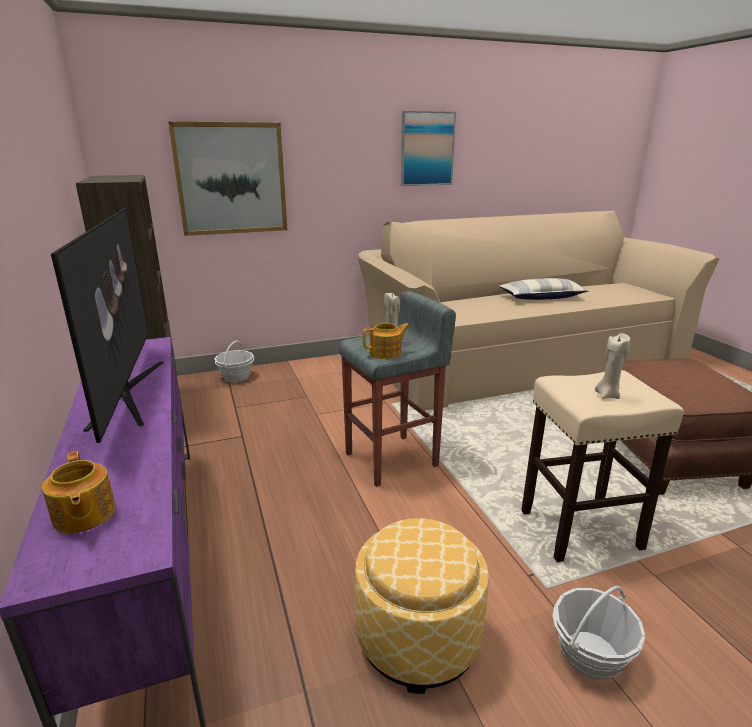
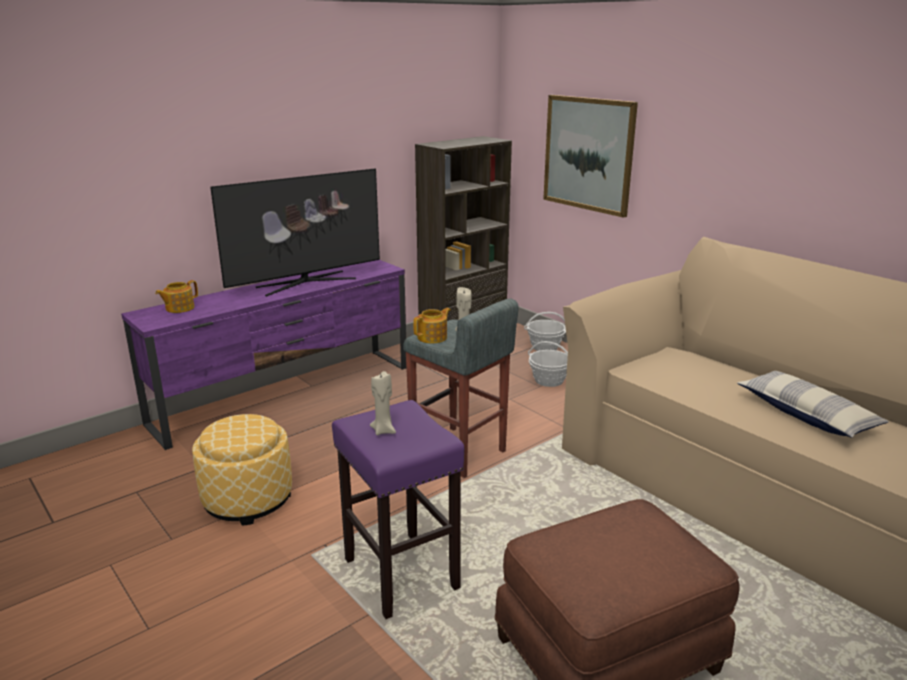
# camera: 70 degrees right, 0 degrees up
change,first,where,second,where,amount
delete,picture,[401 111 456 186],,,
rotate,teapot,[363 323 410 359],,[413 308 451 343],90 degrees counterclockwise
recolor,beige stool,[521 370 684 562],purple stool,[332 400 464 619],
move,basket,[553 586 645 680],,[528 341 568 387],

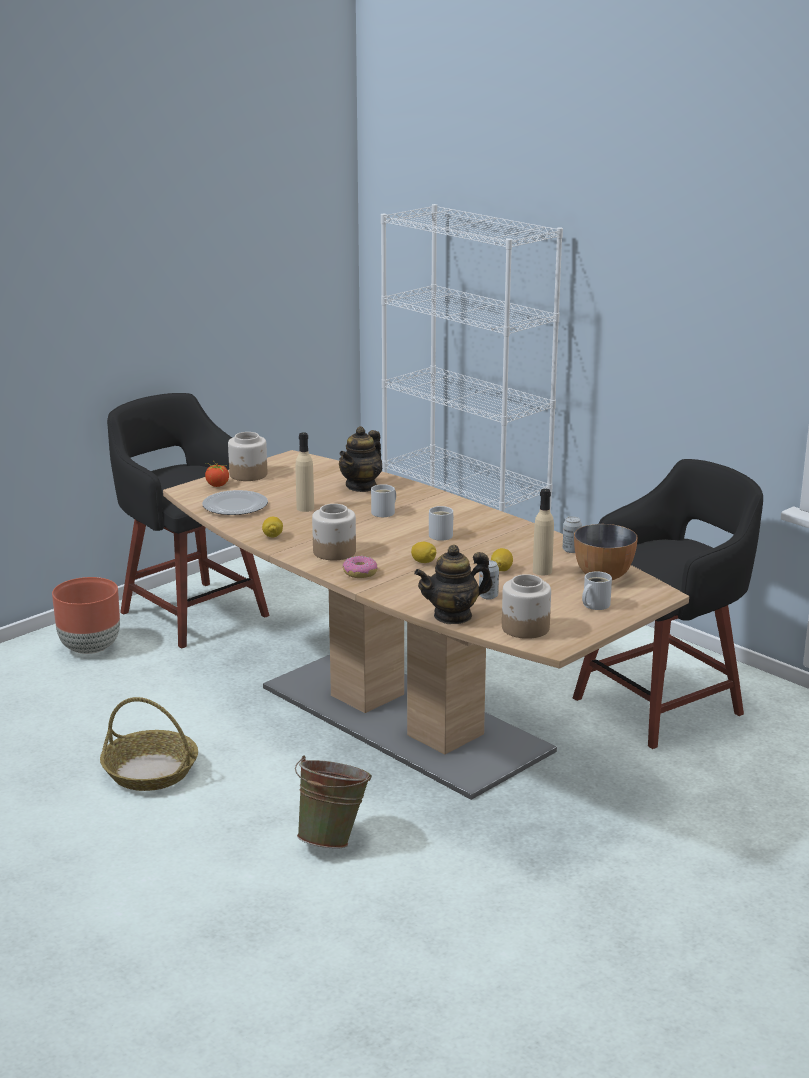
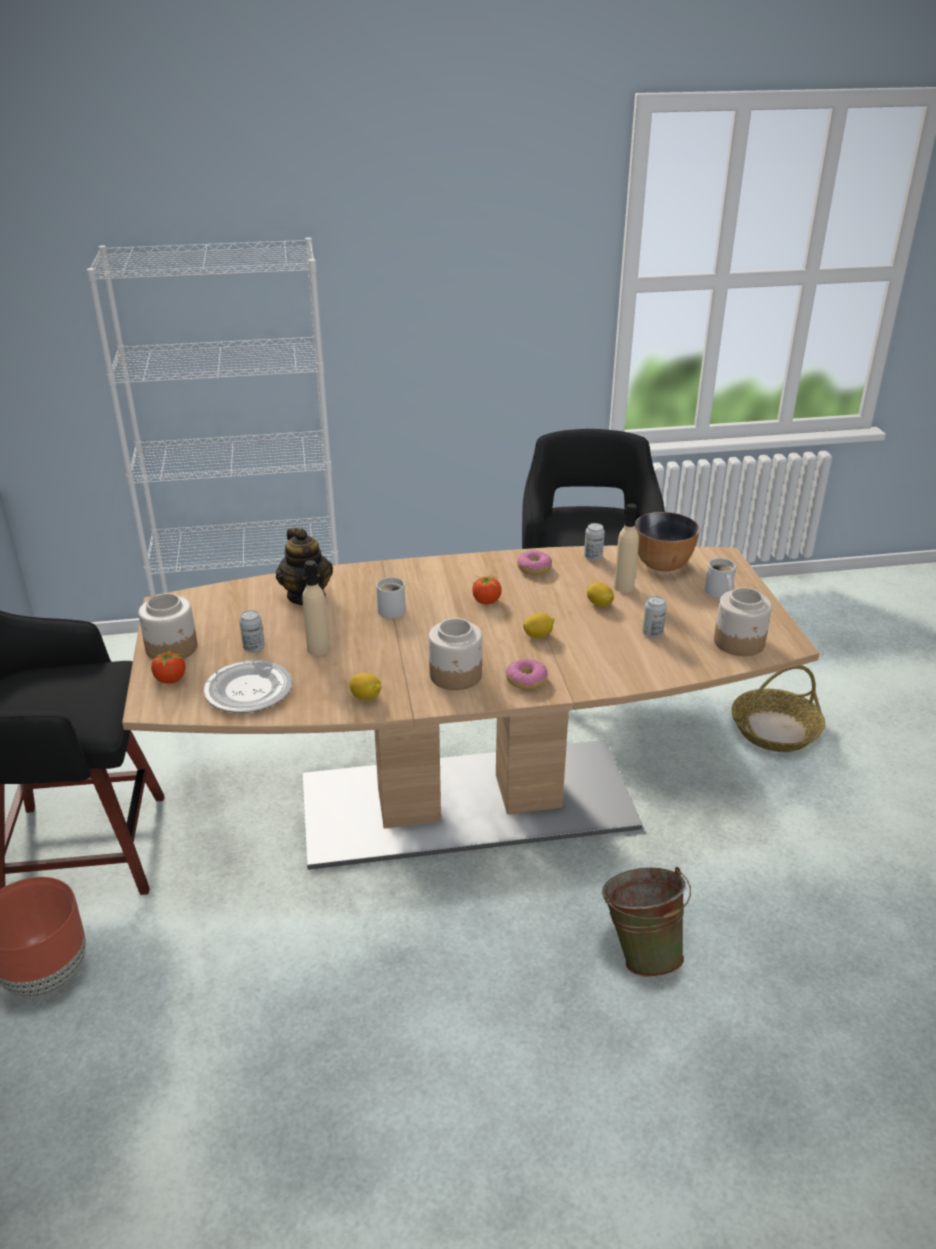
# camera: 55 degrees left, 10 degrees up
change,first,where,second,where,amount
replace,white mug,[429 506 454 541],tomato,[472 574 502 605],
delete,teapot,[414 545 492 624],,,
move,basket,[100 697 198 791],,[731 665 825 752],
insert,,,donut,[517 550 552 575],
insert,,,can,[239 610 265 653],

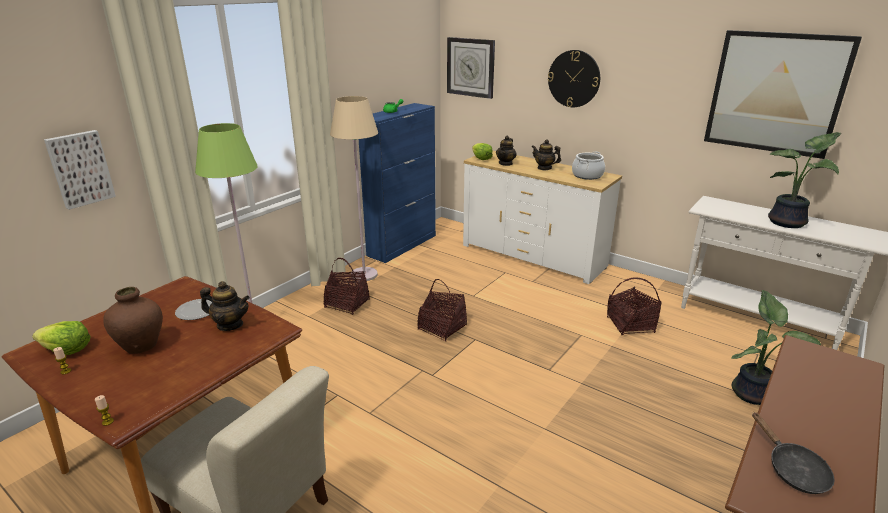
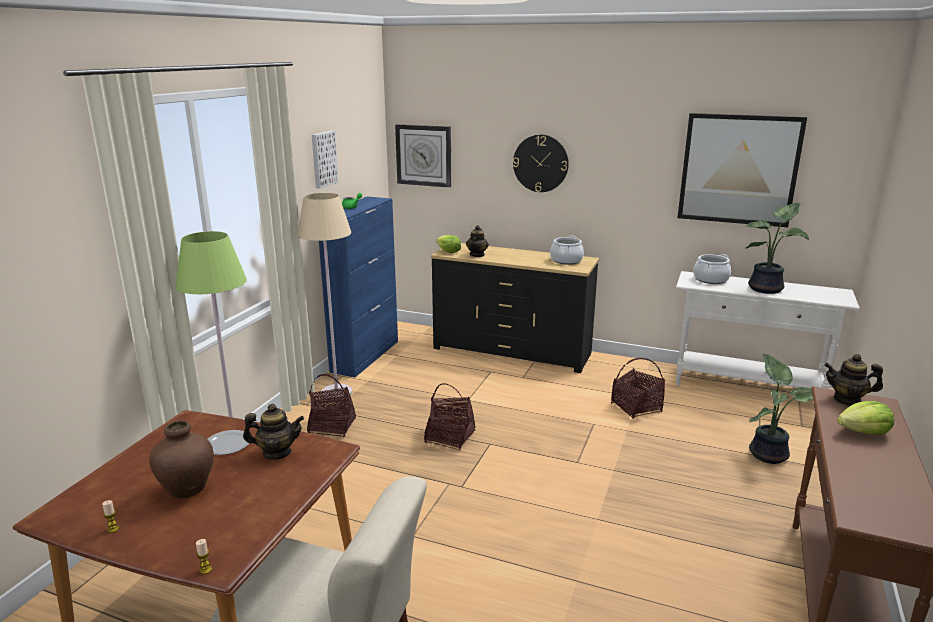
# camera: 15 degrees left, 5 degrees down
change,first,where,second,where,amount
move,picture,[44 130 116 210],,[312 131 339 188],
move,teapot,[531 139 561 170],,[824 354 883 406],
recolor,white dresser,[463 150 622 284],black dresser,[431 243 599 373],
move,lettuce,[32 321 91 355],,[837 401 895 434],
delete,black frying pan,[752 412 835 494],,,
insert,,,cooking pot,[693 254 731 284],

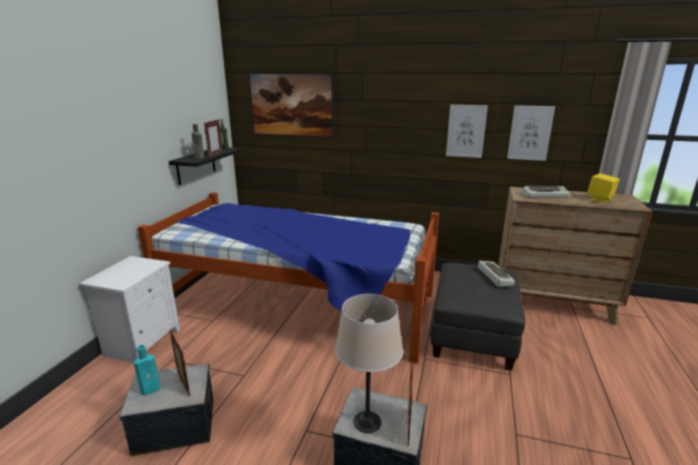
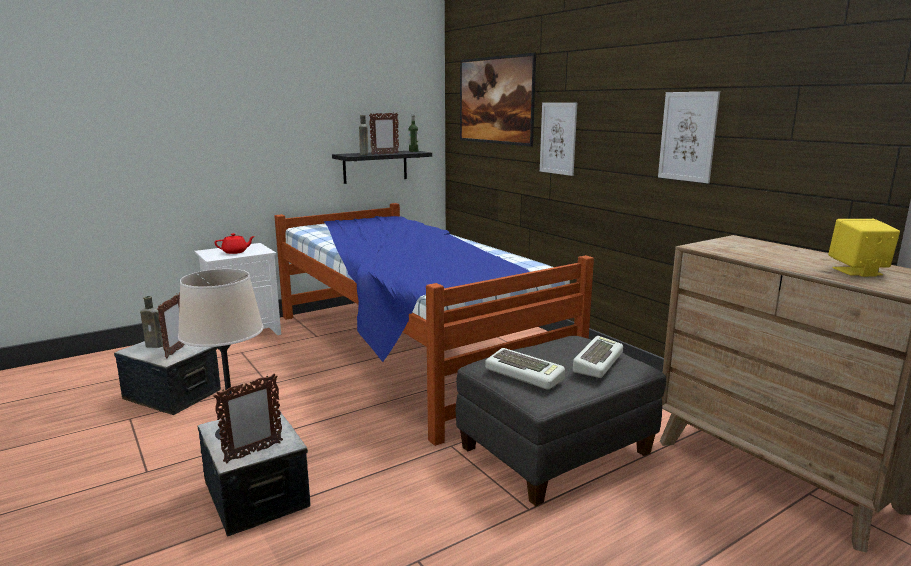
# camera: 40 degrees right, 5 degrees down
change,first,where,second,where,amount
move,picture,[507 105 555 161],,[540 103 577 176],
move,keyboard,[523 186 570 198],,[485 348 565 390],
recolor,turquoise bottle,[134 345 161 395],brown bottle,[140 296 164 348],
insert,,,red teapot,[214 233 255 254],

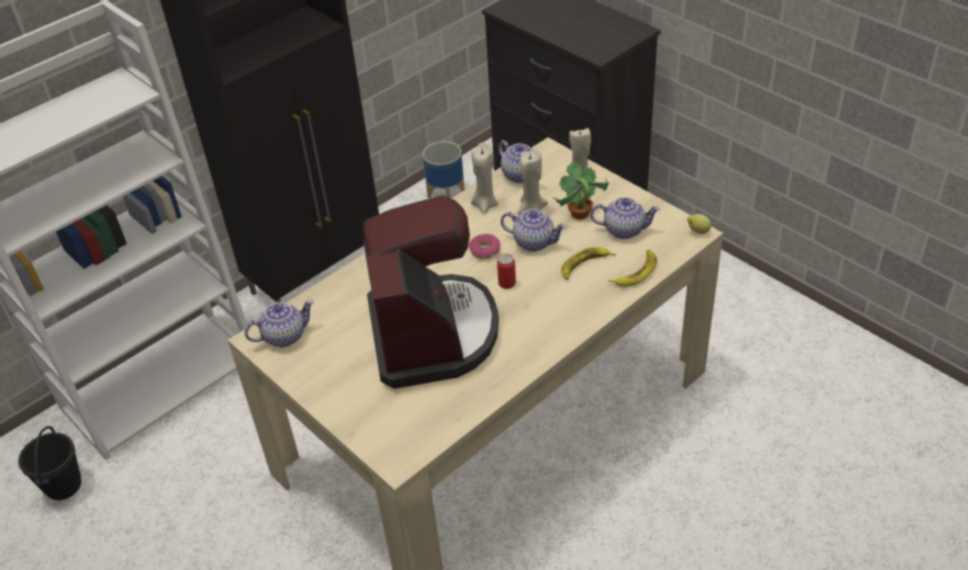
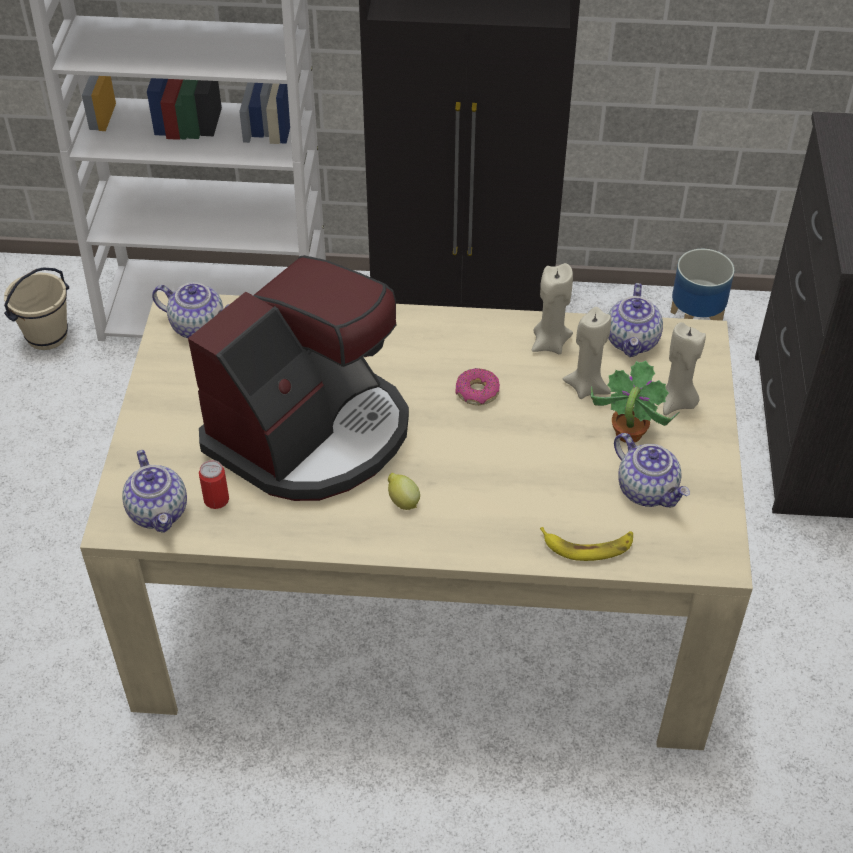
# camera: 45 degrees right, 5 degrees up
change,first,where,second,where,amount
move,teapot,[501 209 567 252],,[122 450 187 533],
move,lemon,[687 214 711 234],,[388 473 420 510],
delete,banana,[561 247 616 280],,,
move,can,[497 254 516 289],,[199 460 229 509],
recolor,black bucket,[18 426 81 500],beige bucket,[4 267 69 350],

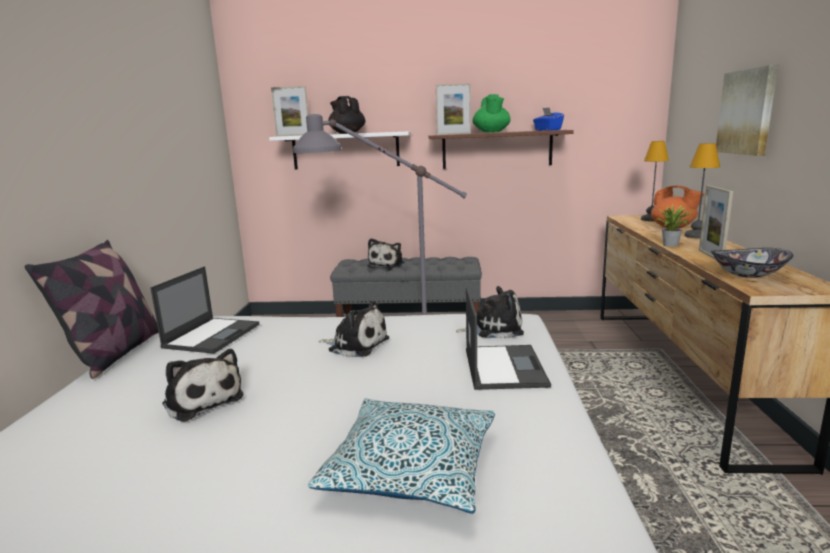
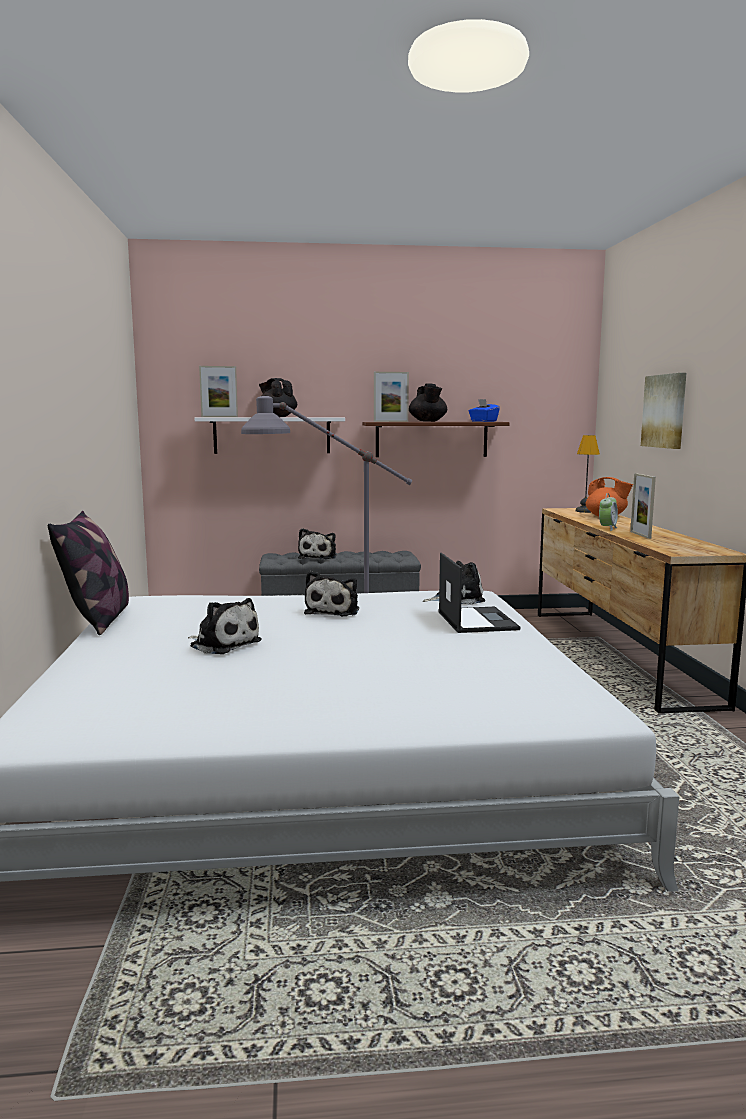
# camera: 10 degrees left, 5 degrees down
change,first,where,second,where,amount
recolor,green teapot,[473 94 511 132],black teapot,[409 384 447 422],
delete,table lamp,[684 143 720 239],,,
replace,potted plant,[657 204 695 247],alarm clock,[599 493 618 531],
delete,bowl,[711 248 793 278],,,
delete,laptop,[150 266 259 354],,,
rotate,plush toy,[318 301 389 357],,[304 571 359 616],90 degrees clockwise
delete,pillow,[308 398 495 514],,,

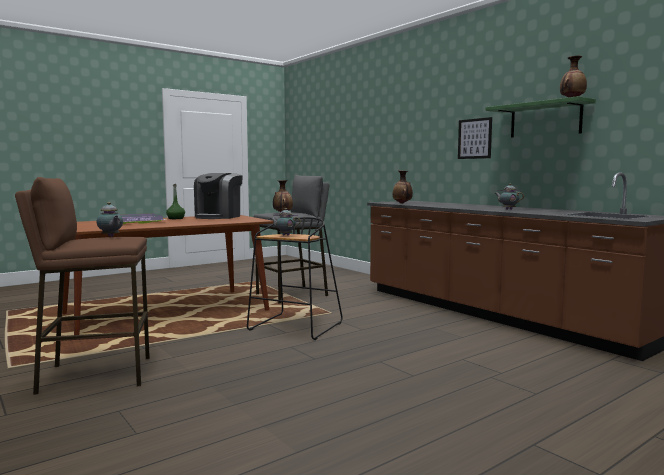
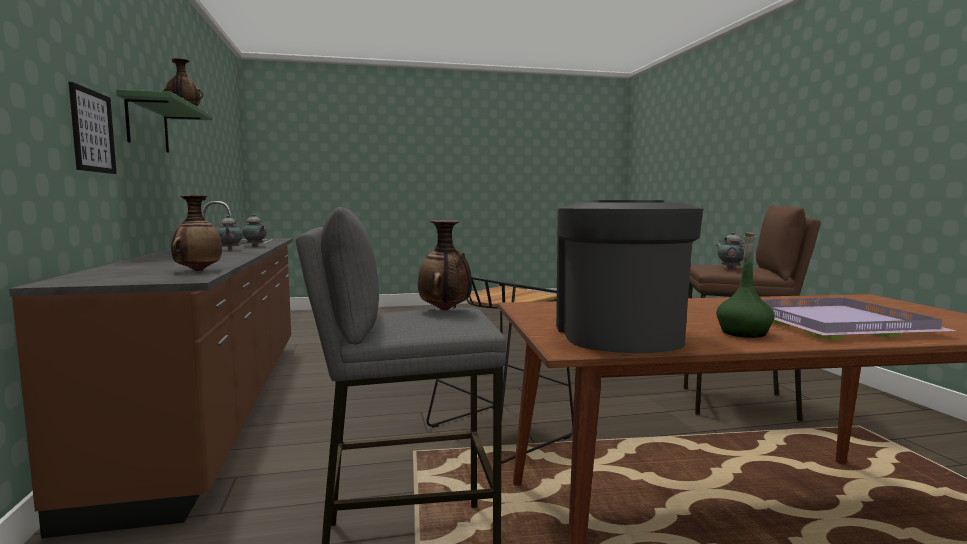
# camera: 155 degrees left, 0 degrees up
change,first,where,second,where,amount
rotate,coffee machine,[194 173 243 219],,[556 200 703 353],45 degrees counterclockwise
move,teapot,[270 208 301 235],,[242 214 267 246],

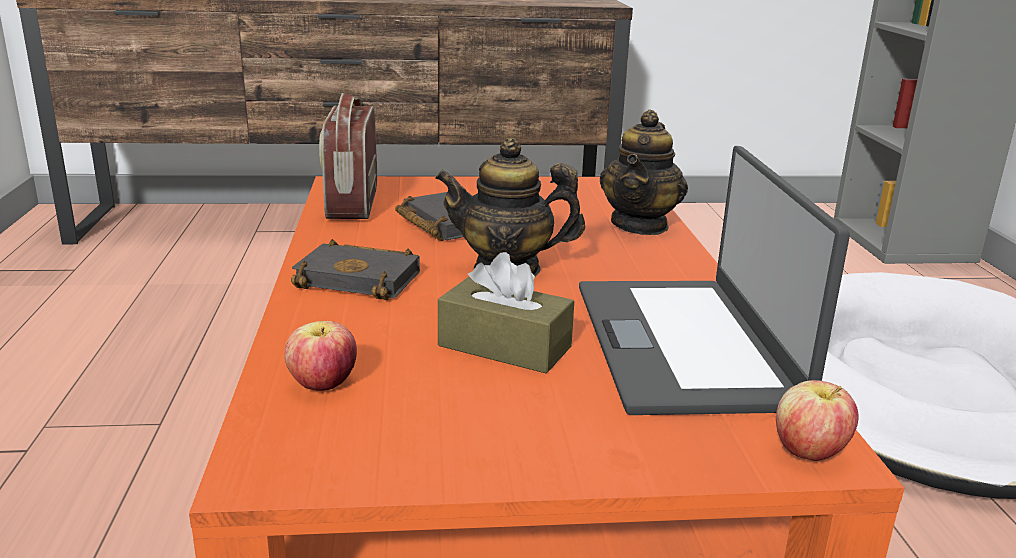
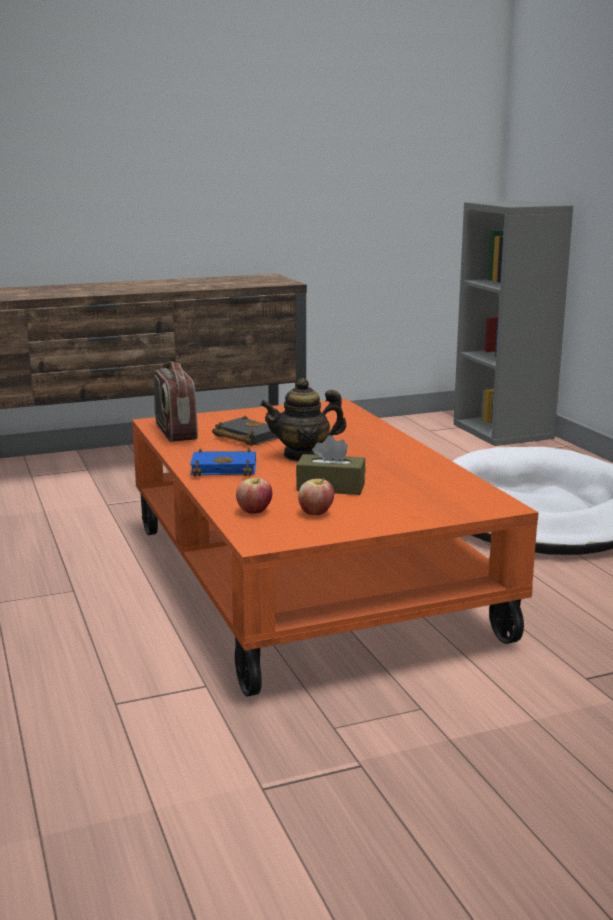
# camera: 15 degrees left, 5 degrees down
change,first,where,second,where,amount
delete,teapot,[600 110 688 235],,,
delete,laptop,[579 146 850 415],,,
recolor,black book,[291 239 420 300],blue book,[190 449 256 476],
move,apple,[776 380 859 461],,[298 478 334 515],

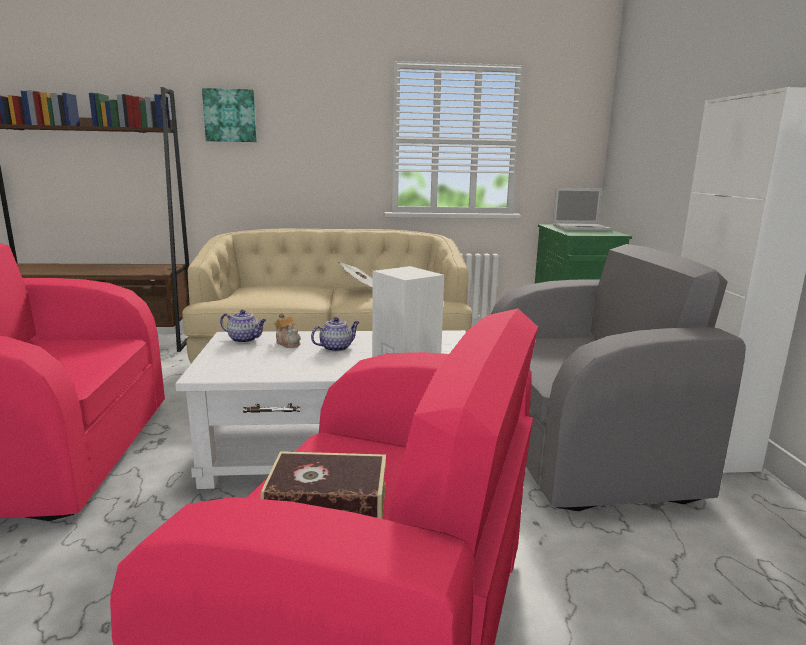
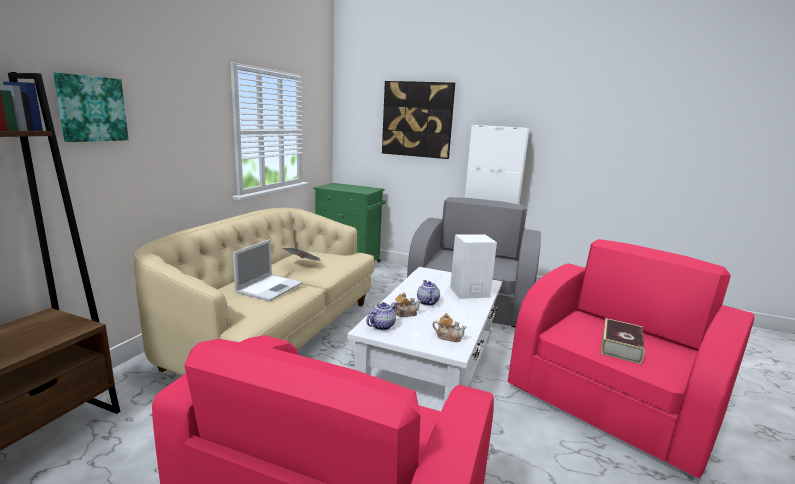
# camera: 65 degrees left, 0 degrees up
change,first,where,second,where,amount
move,laptop,[553 188 612 231],,[233 239 303 302],
insert,,,picture,[382 81 455 159],
insert,,,teapot,[432 313 467 342],

